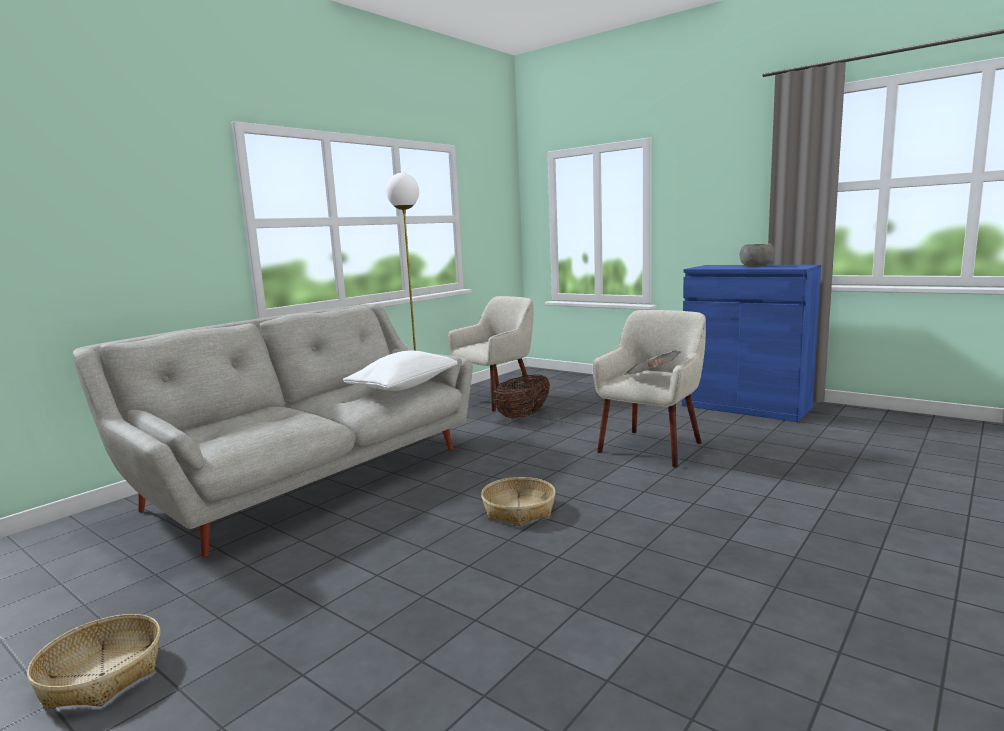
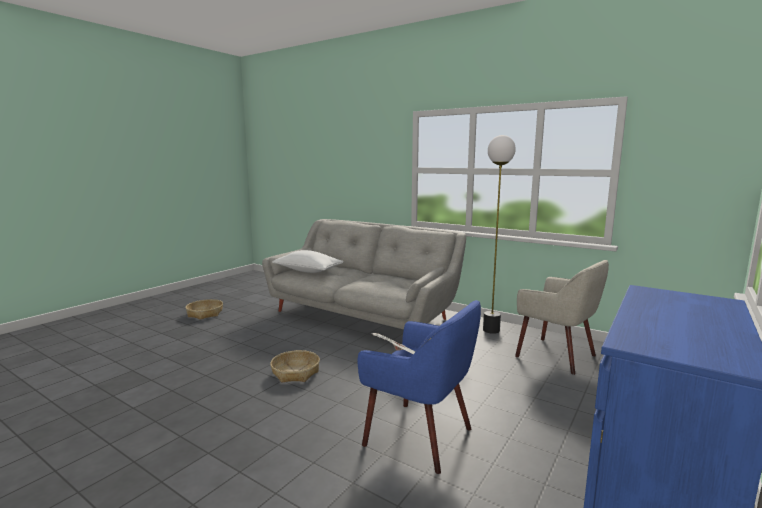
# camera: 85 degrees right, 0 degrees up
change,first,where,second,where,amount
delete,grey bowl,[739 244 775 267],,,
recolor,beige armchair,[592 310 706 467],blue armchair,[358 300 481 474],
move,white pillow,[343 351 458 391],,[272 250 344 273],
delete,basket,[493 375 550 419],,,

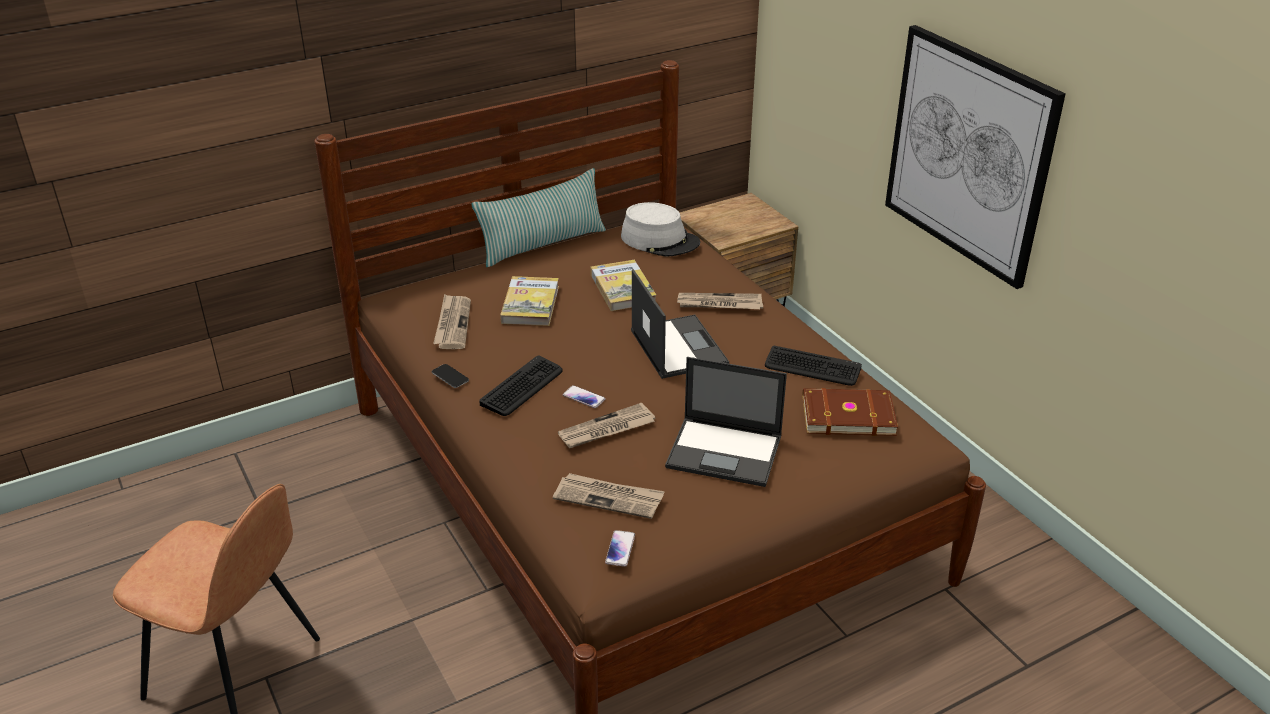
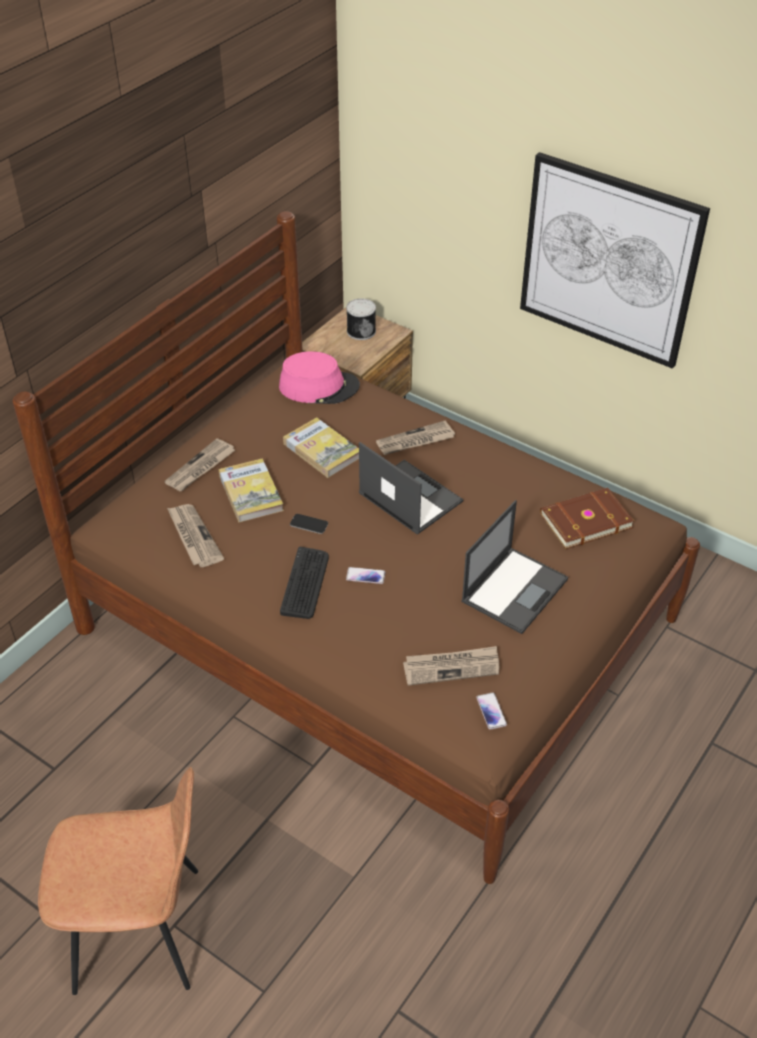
# camera: 25 degrees left, 10 degrees up
change,first,where,second,where,amount
delete,pillow,[472 168 606 267],,,
recolor,grey hat,[621 202 700 257],pink hat,[279 351 360 404],
delete,keyboard,[765 346 862 386],,,
rotate,laptop,[665 357 787 487],,[461 500 568 634],45 degrees counterclockwise
move,phone,[432 364 469 388],,[290 514 328 534],
move,newspaper,[558 403 655 448],,[164 438 235 491],
insert,,,can,[346 298 376 340],

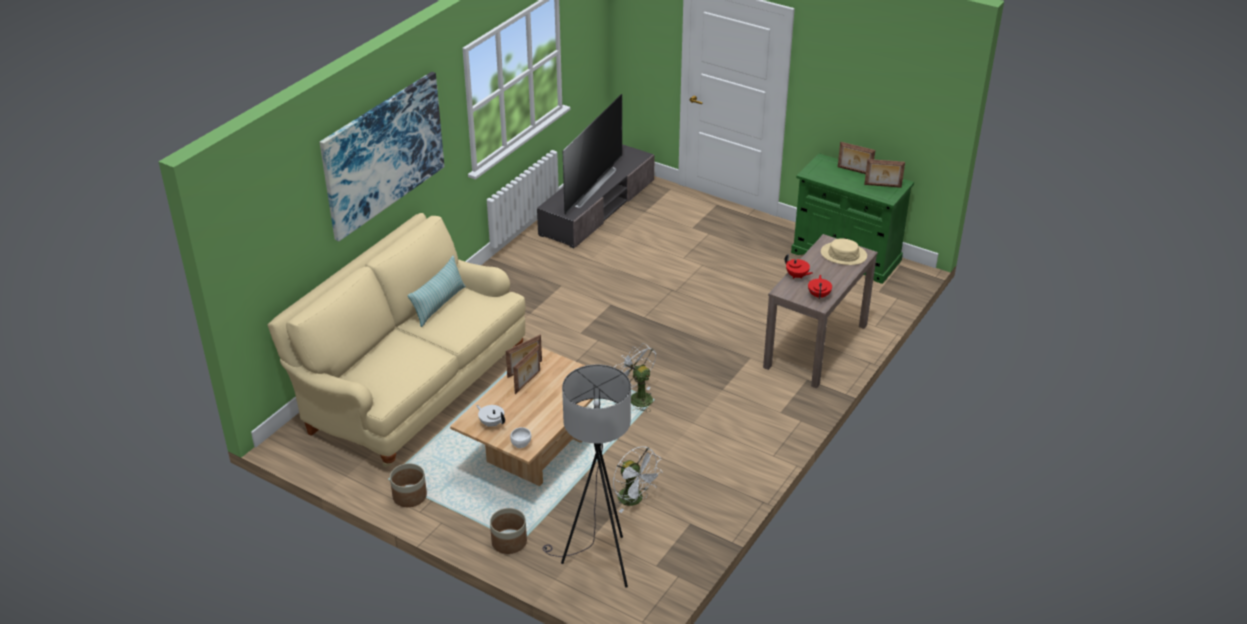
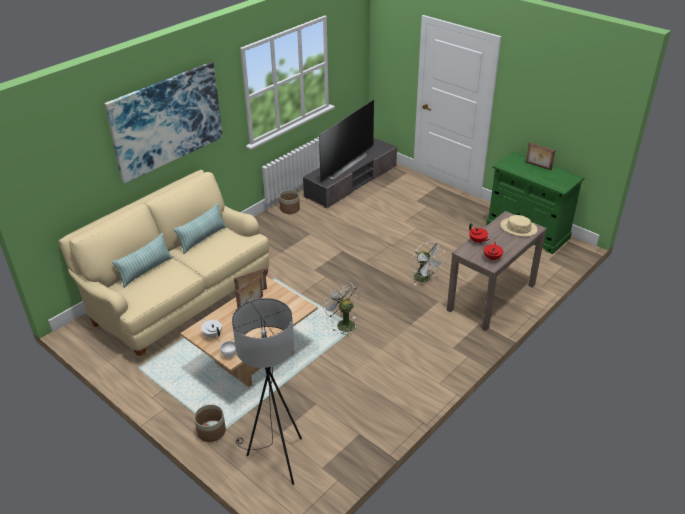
# camera: 10 degrees right, 0 degrees up
change,first,where,second,where,amount
delete,picture frame,[864 159 905 188],,,
move,white fan,[613 446 663 513],,[411 241 445 285],
move,planter,[390 463 427 507],,[279 190 300 214],
insert,,,pillow,[112 233 173 288],

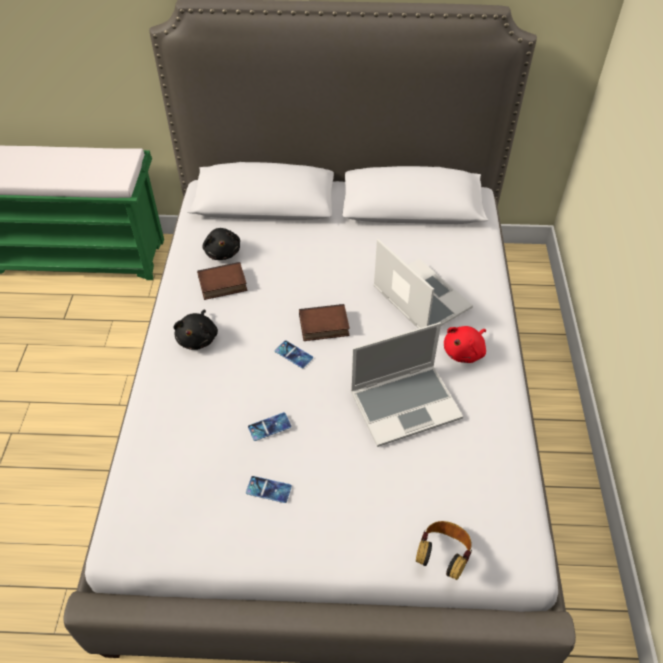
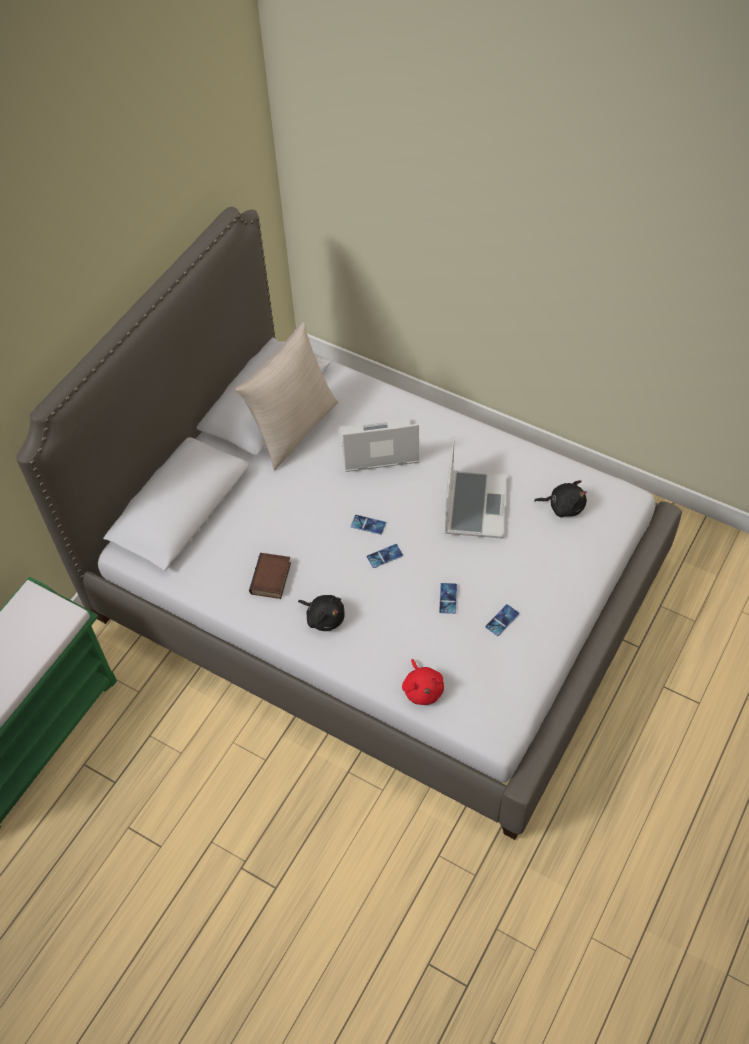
# camera: 60 degrees left, 5 degrees up
change,first,where,second,where,amount
move,black plush toy,[202 228 240 260],,[534 480 587 518],
replace,book,[299 304 350 341],phone,[351 515 386 535],
move,red plush toy,[444 326 486 363],,[402 659 444 705],
delete,headphones,[416 521 472 580],,,
insert,,,beige pillow,[235 322 338 471],

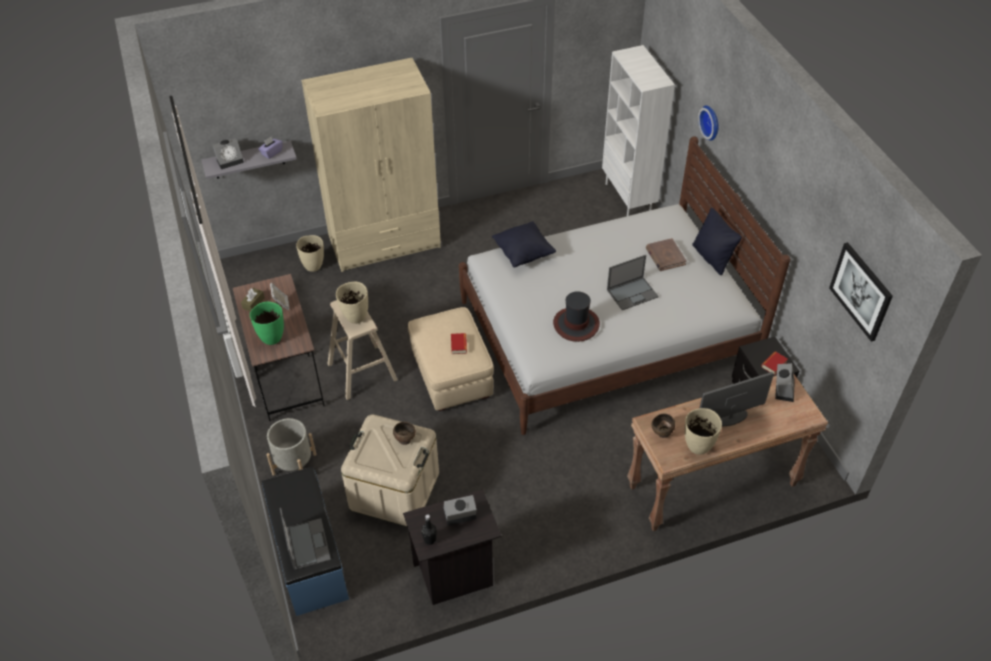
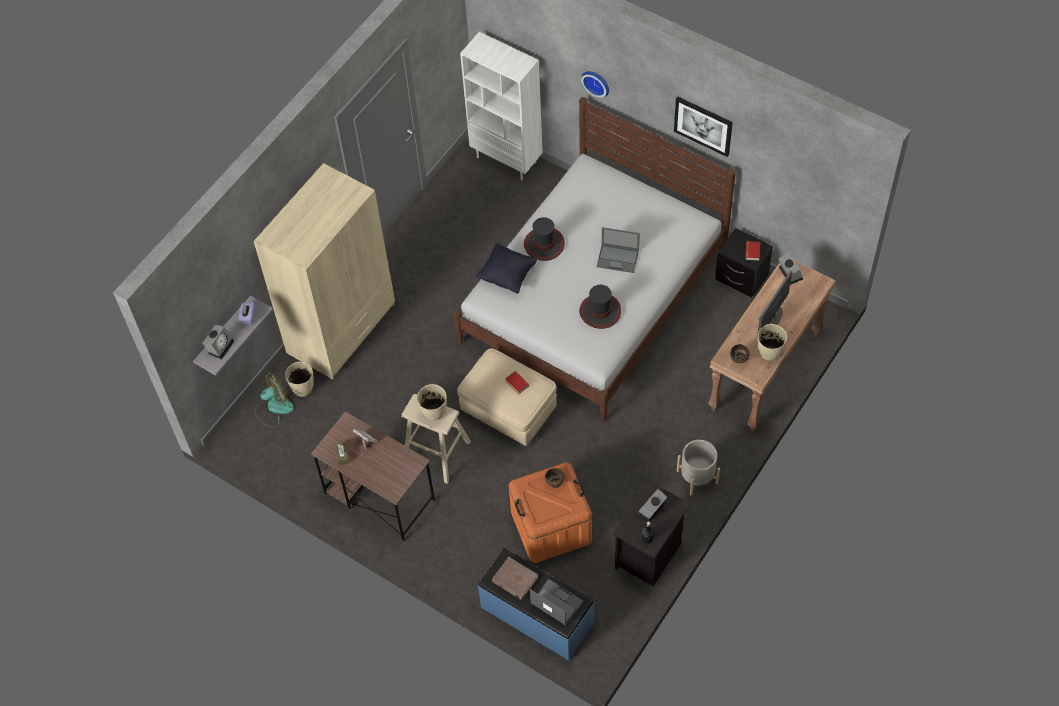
# camera: 35 degrees left, 10 degrees up
change,first,where,second,where,amount
delete,black pillow,[692 208 742 275],,,
move,brown book,[646 238 687 271],,[492 557 538 600],
move,picture,[829 242 893 342],,[674 96 733 157],
rotate,laptop,[607 255 659 310],,[597 227 640 273],75 degrees clockwise
delete,green vase,[250 302 284 345],,,
recolor,beige storage box,[341 414 439 527],orange storage box,[509 462 592 563],
move,grey planter,[266 418 316 476],,[677 440 720 495],
insert,,,hat,[524 217 565 261],
insert,,,fan,[255 373 294 428],

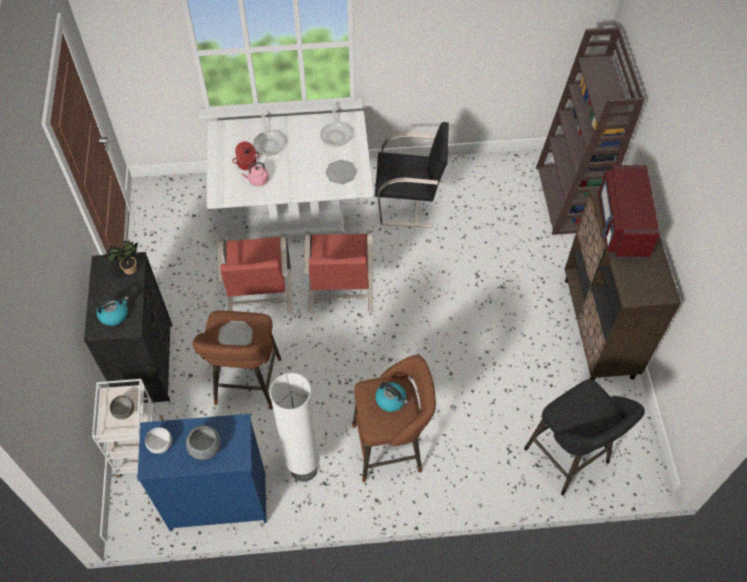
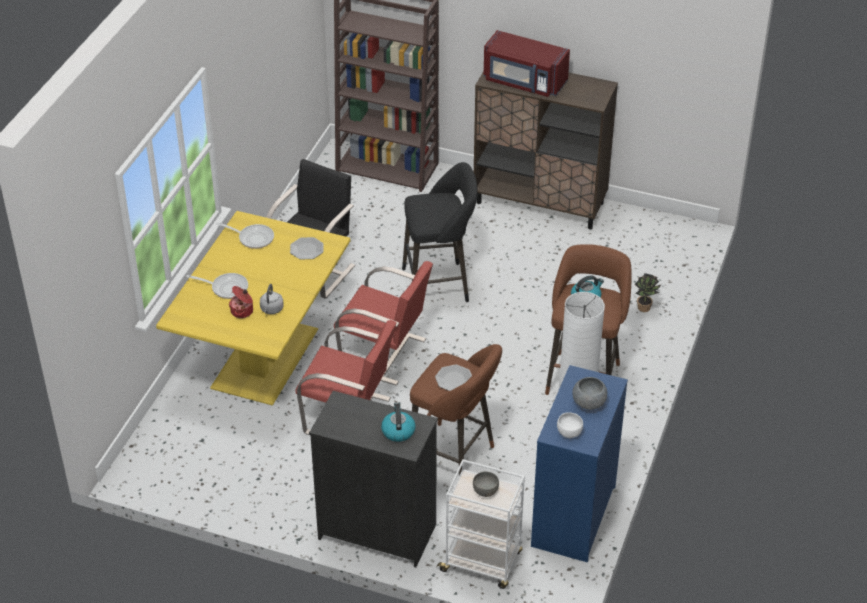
# camera: 65 degrees left, 15 degrees down
change,first,where,second,where,amount
recolor,white dining table,[207 111 374 239],yellow dining table,[156 211 350 406],
recolor,pink kettle,[241 162 269 186],grey kettle,[260 284 284 314],
move,potted plant,[103 240 138 274],,[635 273 662 312],
move,black stool,[524 379 645 495],,[402 162 478 302],

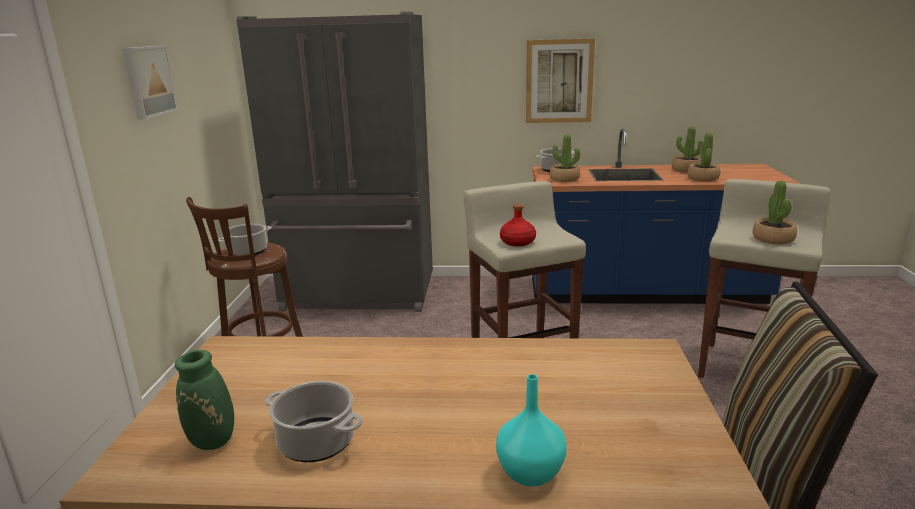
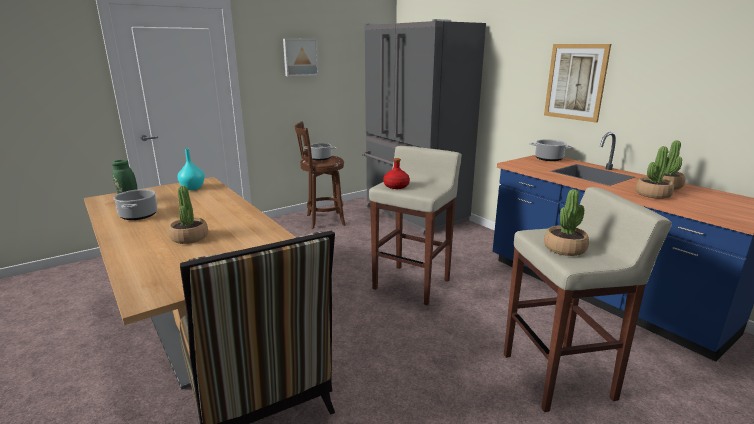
# camera: 50 degrees right, 0 degrees up
change,first,where,second,where,amount
move,potted plant,[550 134 580 182],,[169 186 208 244],
move,turquoise vase,[496 374 567 487],,[178 148 204 190],

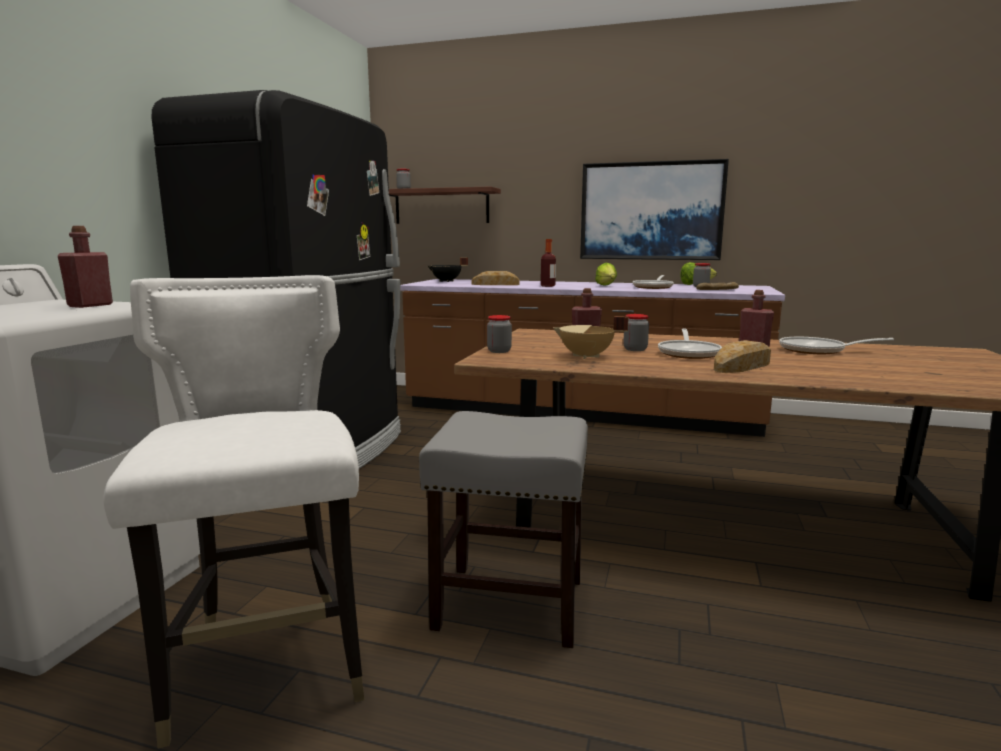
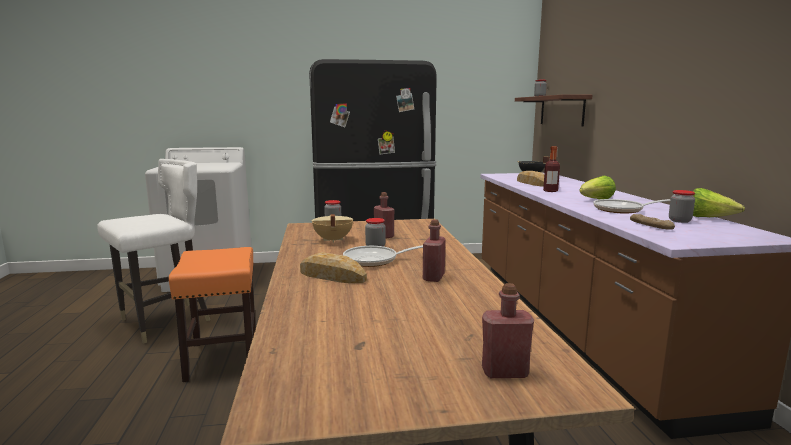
# camera: 65 degrees right, 0 degrees up
change,first,where,second,where,amount
delete,picture,[580 159 729 260],,,
move,red bottle,[58 226 113 308],,[482 283 534 378],
delete,frying pan,[779 337 894 354],,,
recolor,grey stool,[419 411 588 648],orange stool,[169 247 256 382],

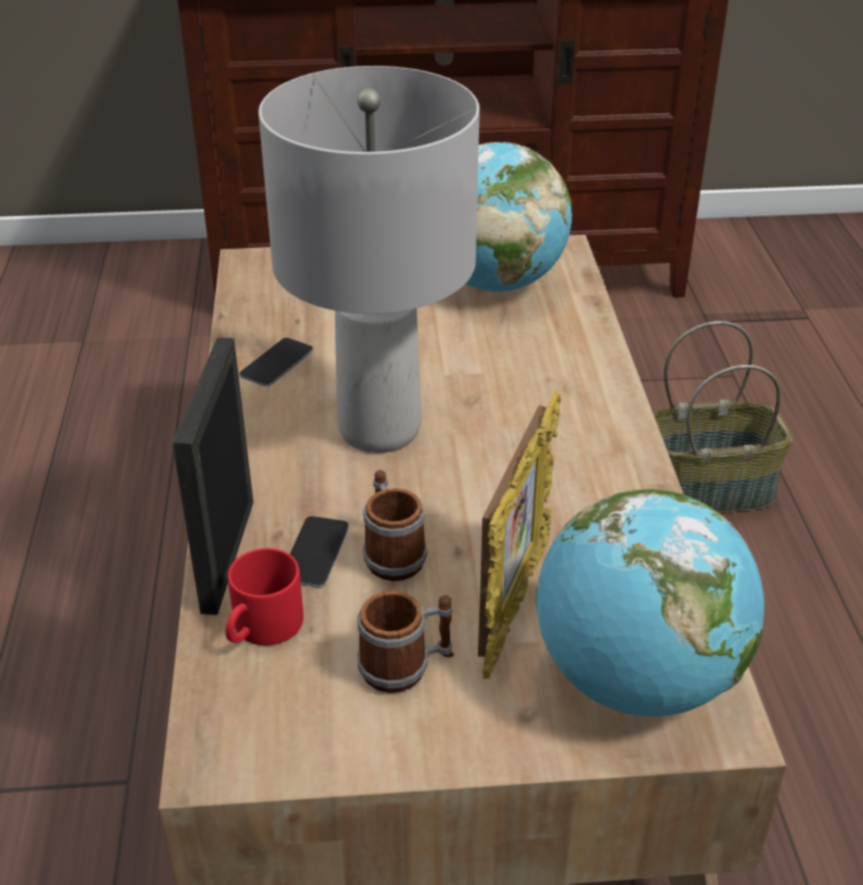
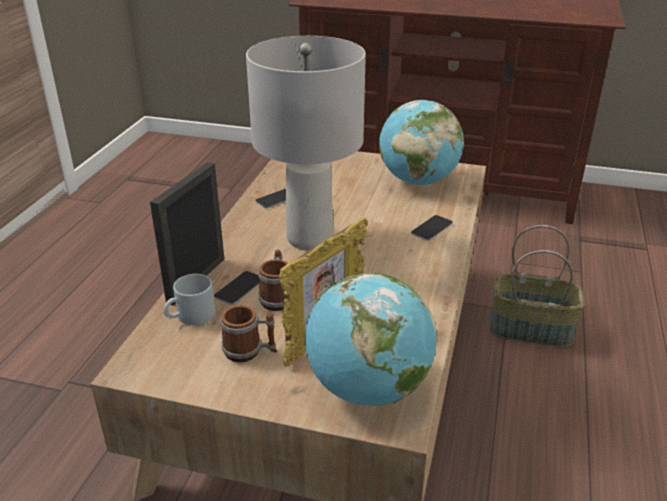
# camera: 20 degrees right, 5 degrees down
change,first,where,second,where,amount
recolor,red mug,[226 548 304 646],grey mug,[164 274 215 325],
insert,,,phone,[411 215 453 241],

